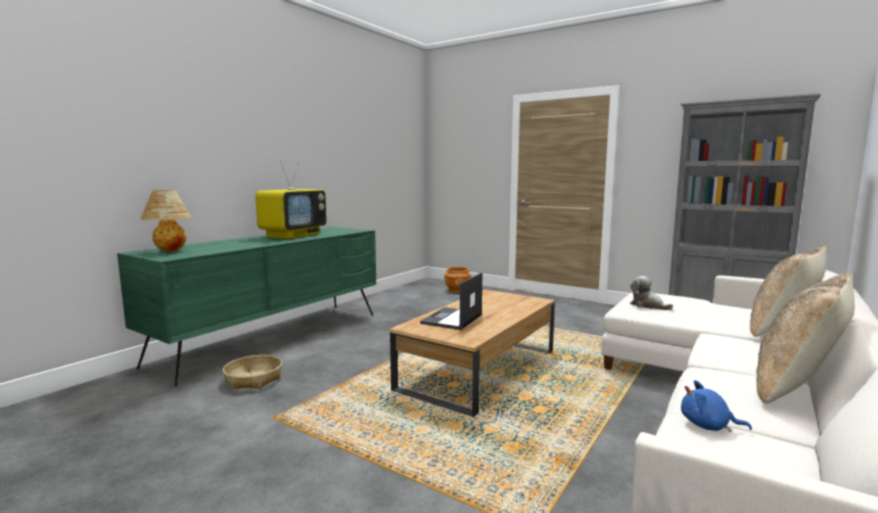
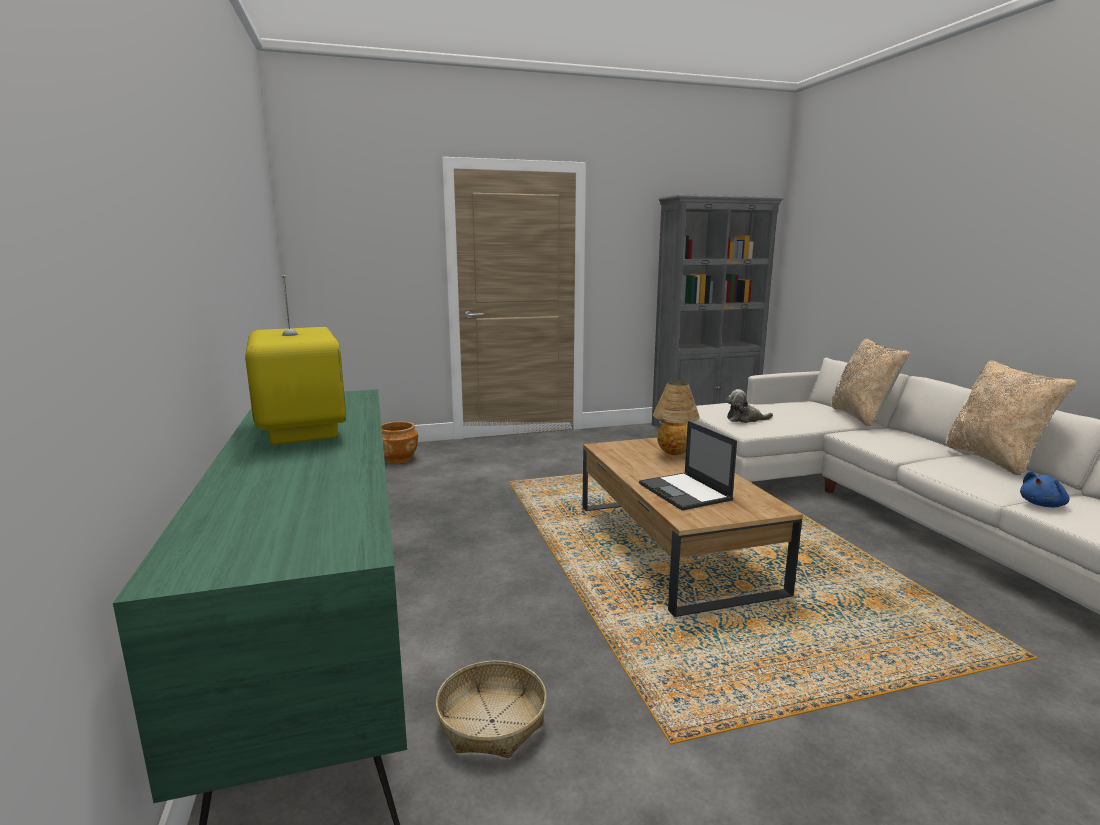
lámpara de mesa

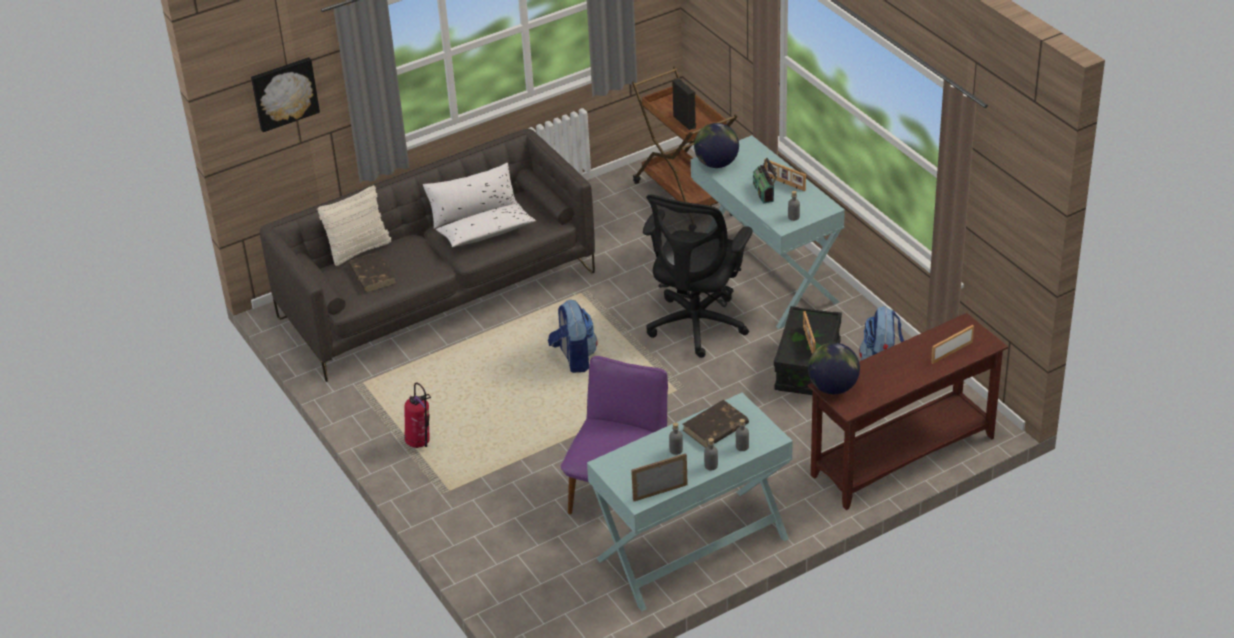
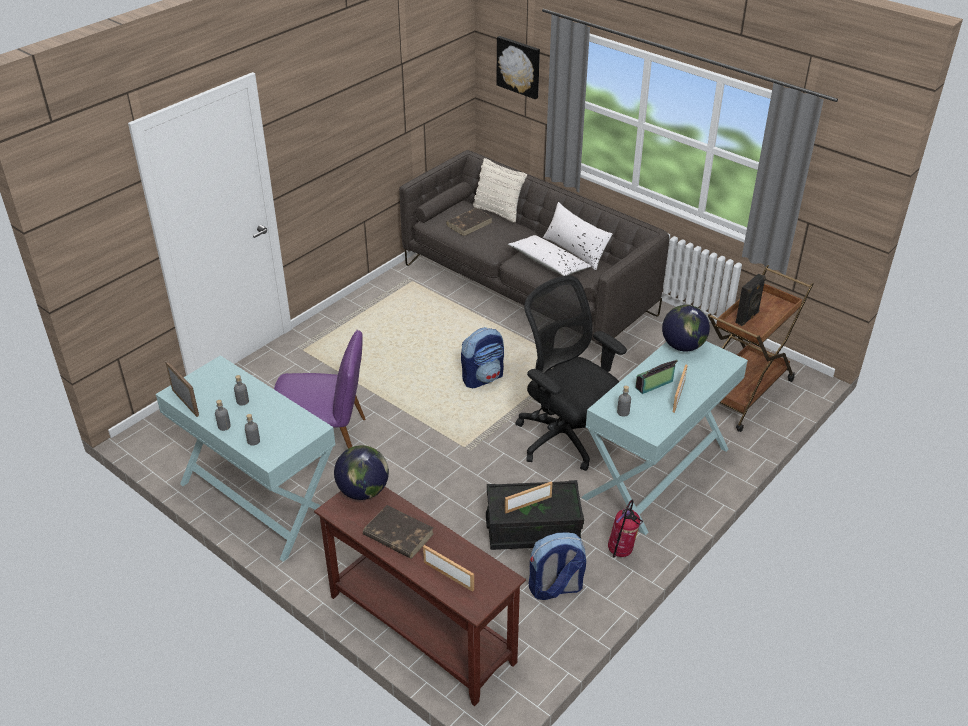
extintor
silla de oficina (negro)
libro (marrón) (1st from left)

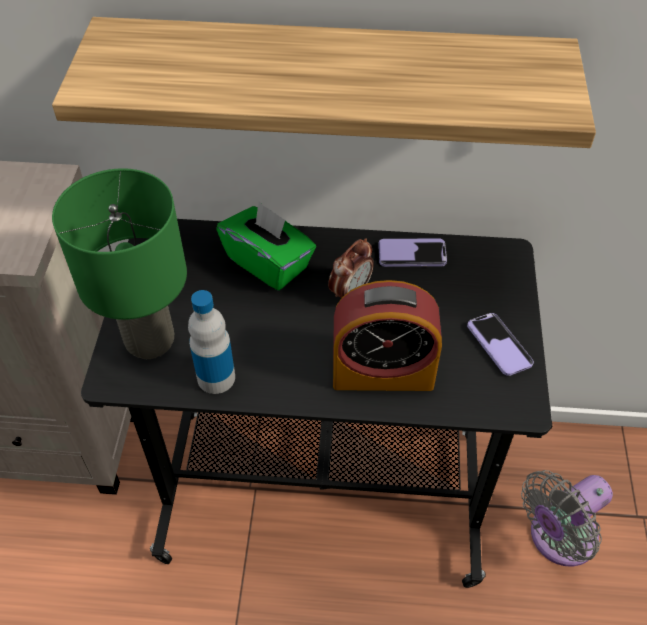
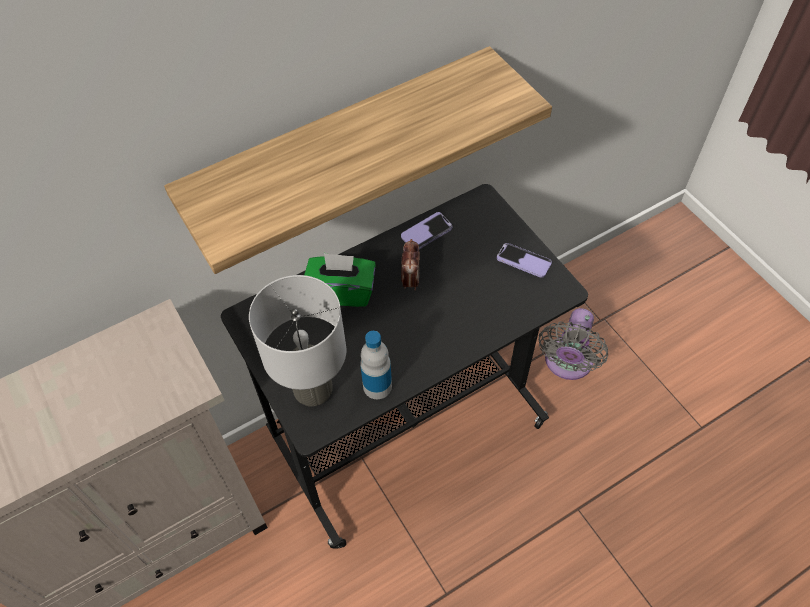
lámpara de mesa (blanco)
despertador (2nd from left in the first image)

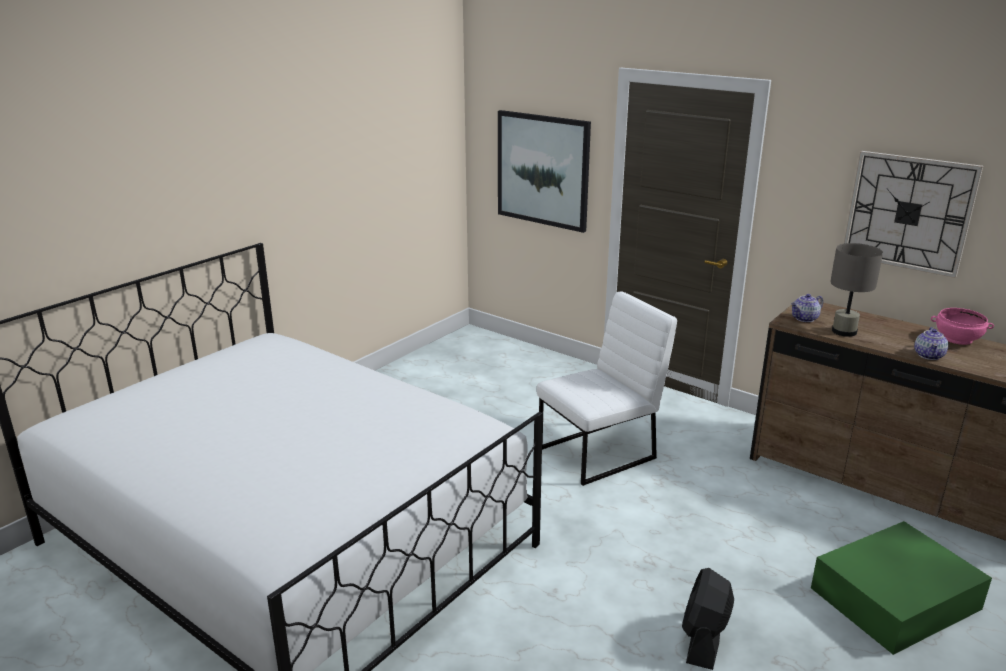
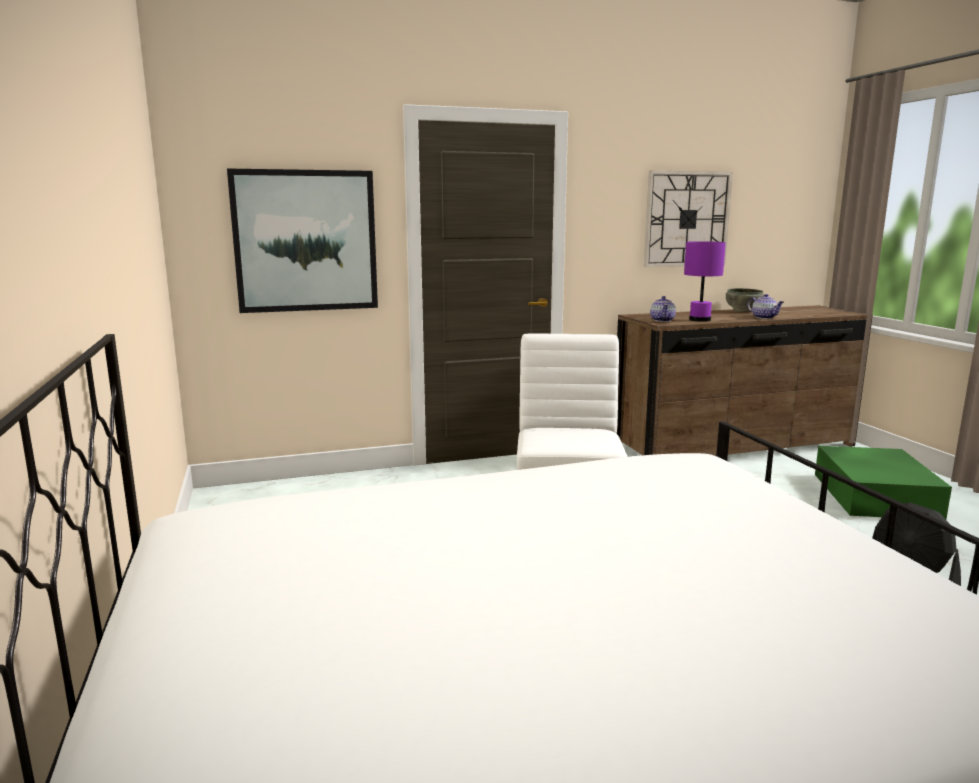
lámpara de mesa (morado)
cuenco (gris)

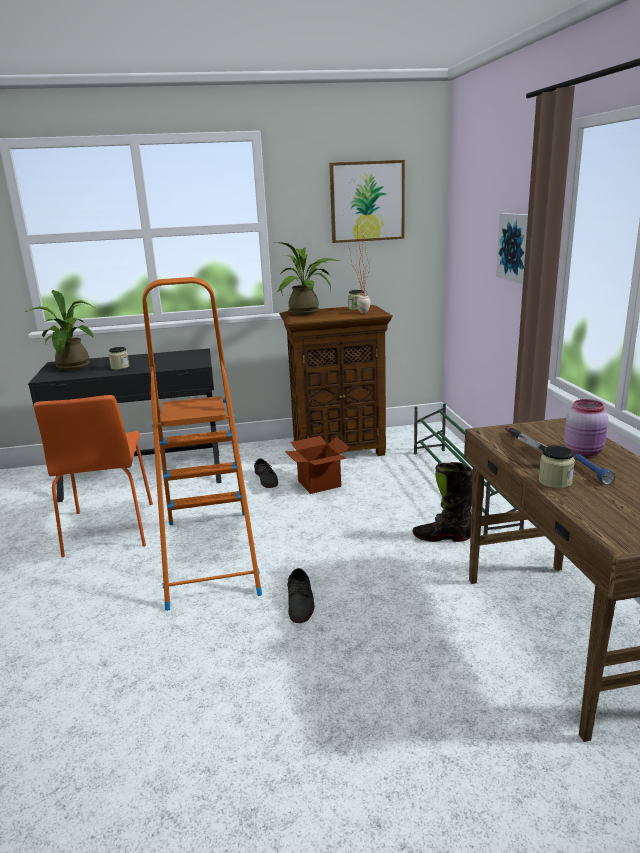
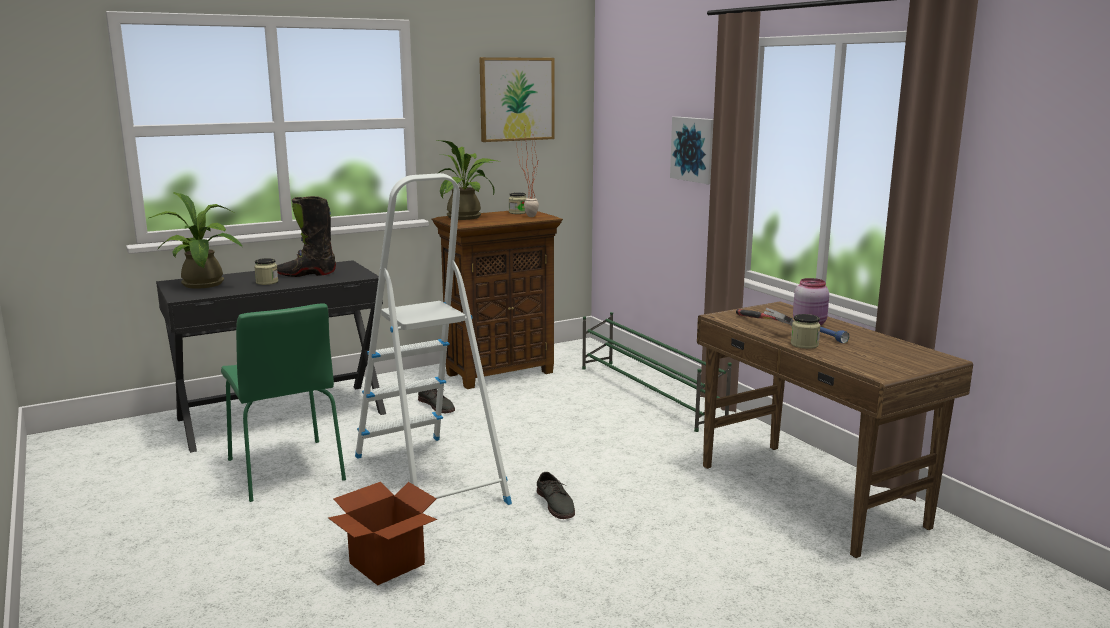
silla (verde)
escalera de tijera (blanco)
caja de cartón
bota (negro)

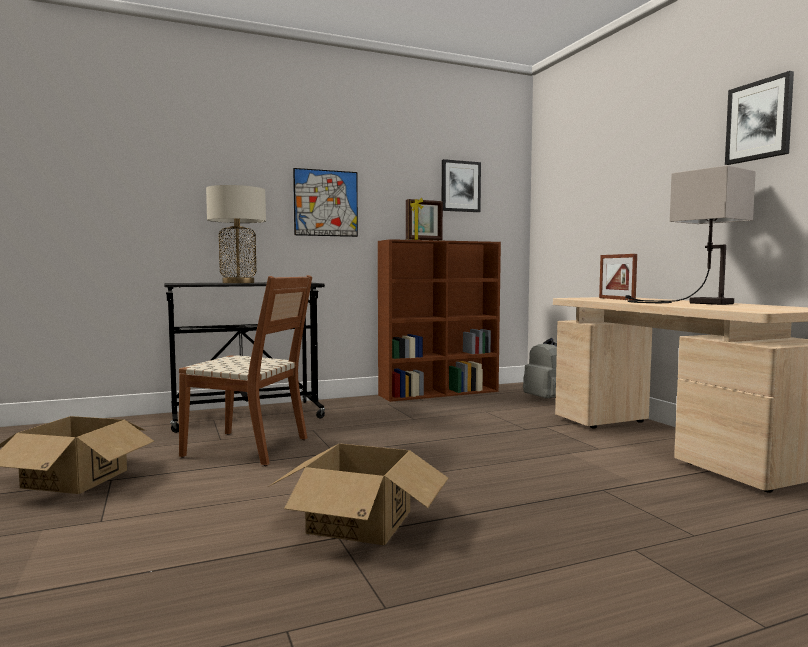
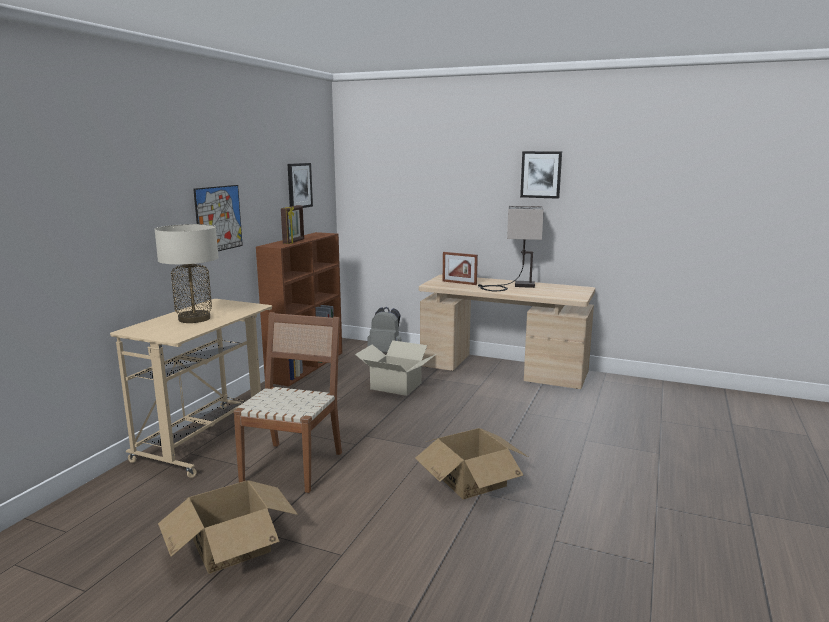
escritorio (beis) (1st from left)
silla
caja de cartón (2nd from left)

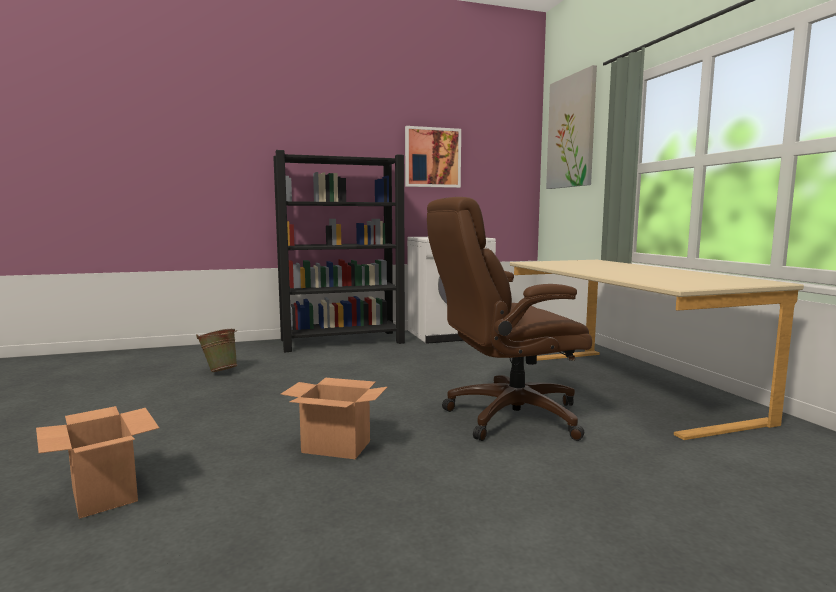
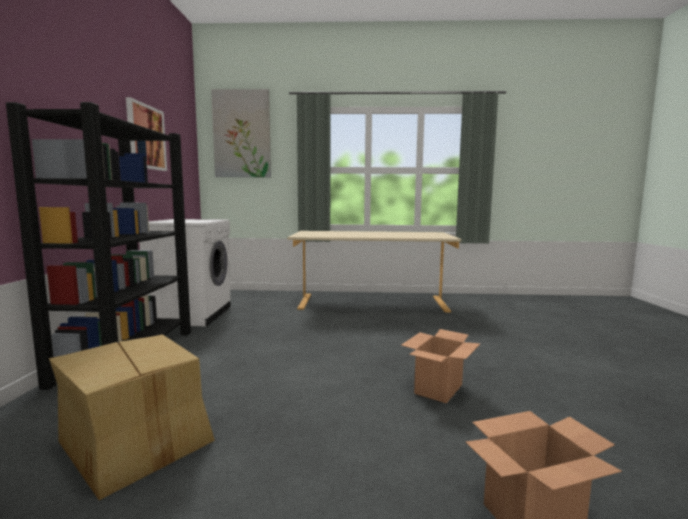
caja de cartón (1st from left)
silla de oficina (marrón)

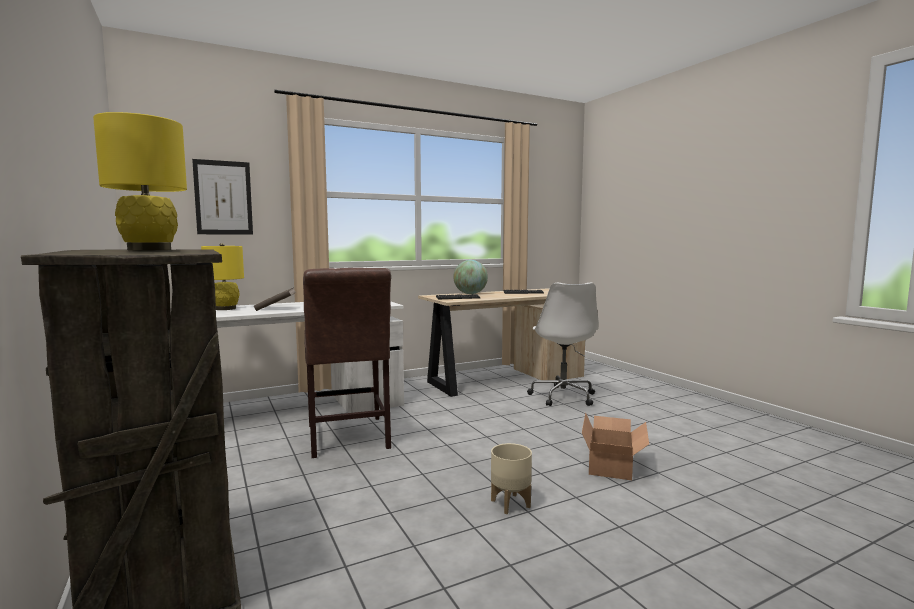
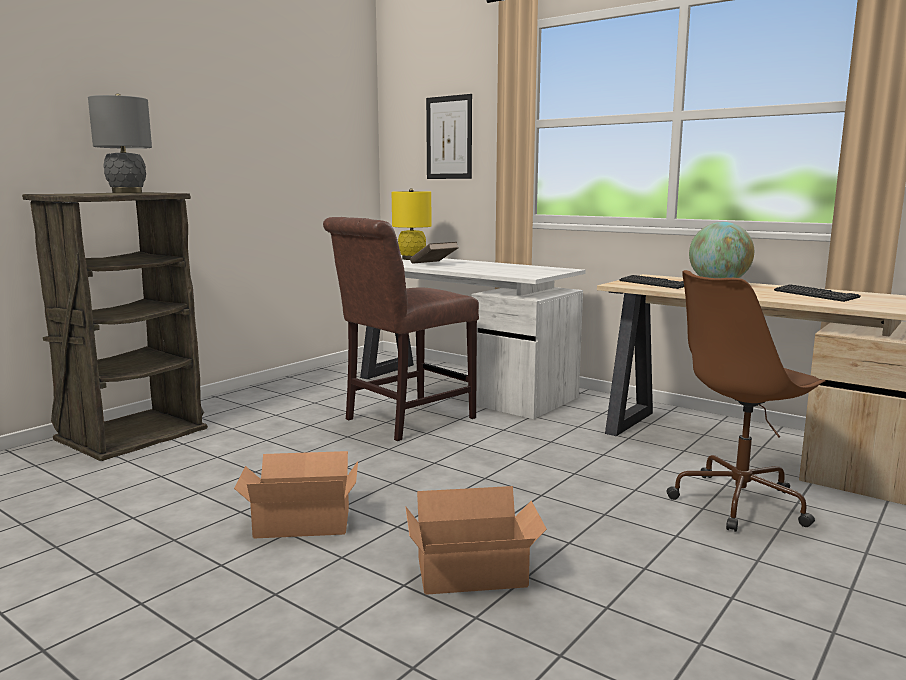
lámpara de mesa (gris)
caja de cartón (1st from left)
silla de oficina (marrón)

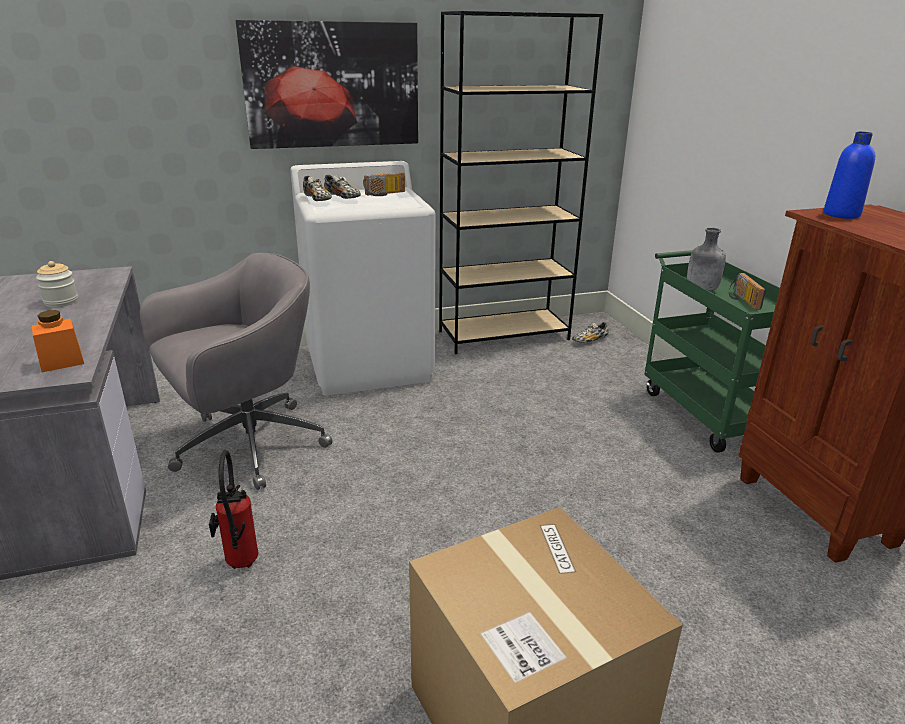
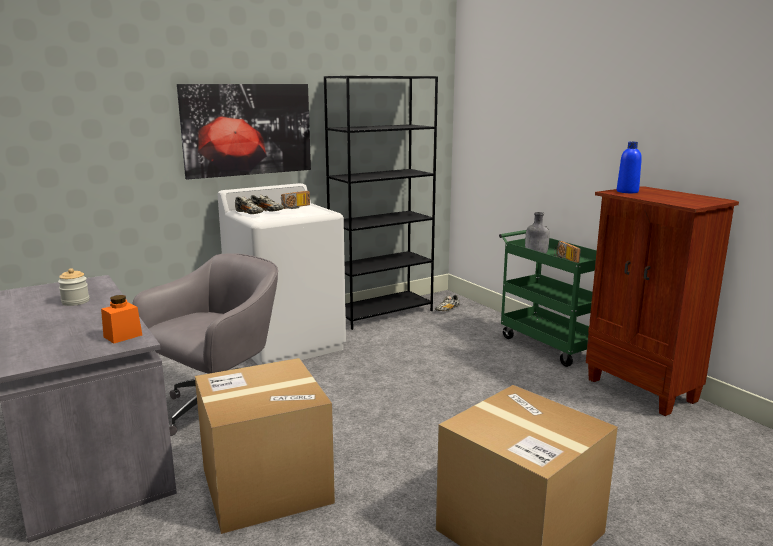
caja de cartón (1st from left)
estantería (negro)

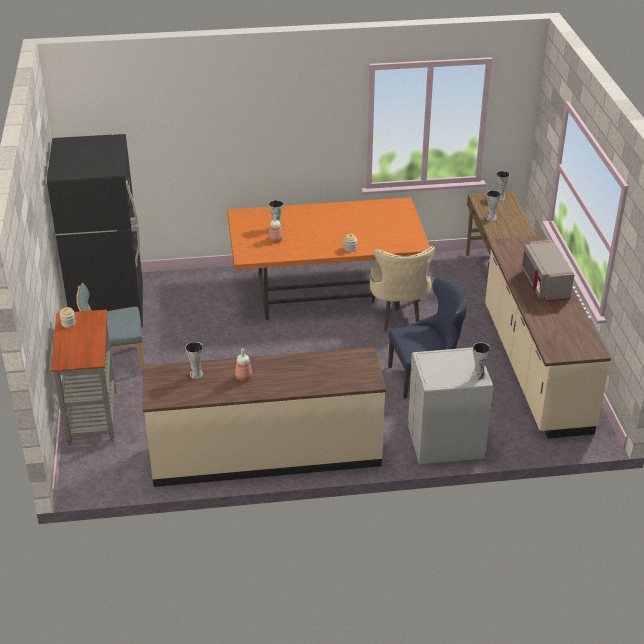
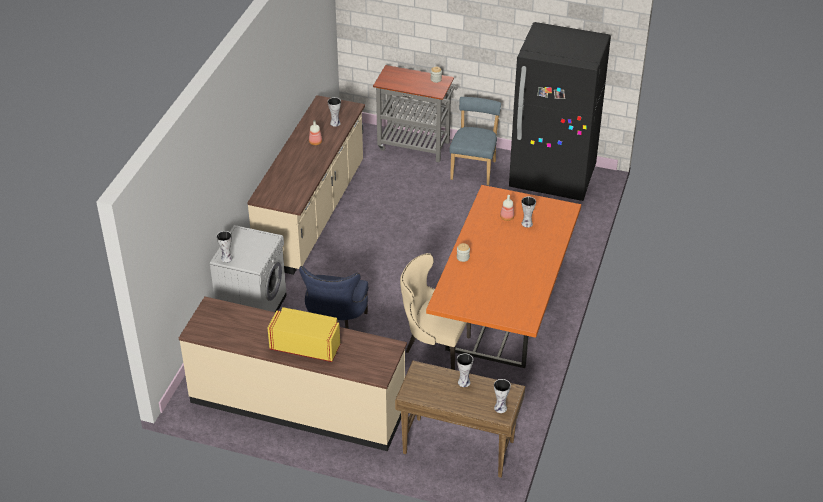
microondas (amarillo)

